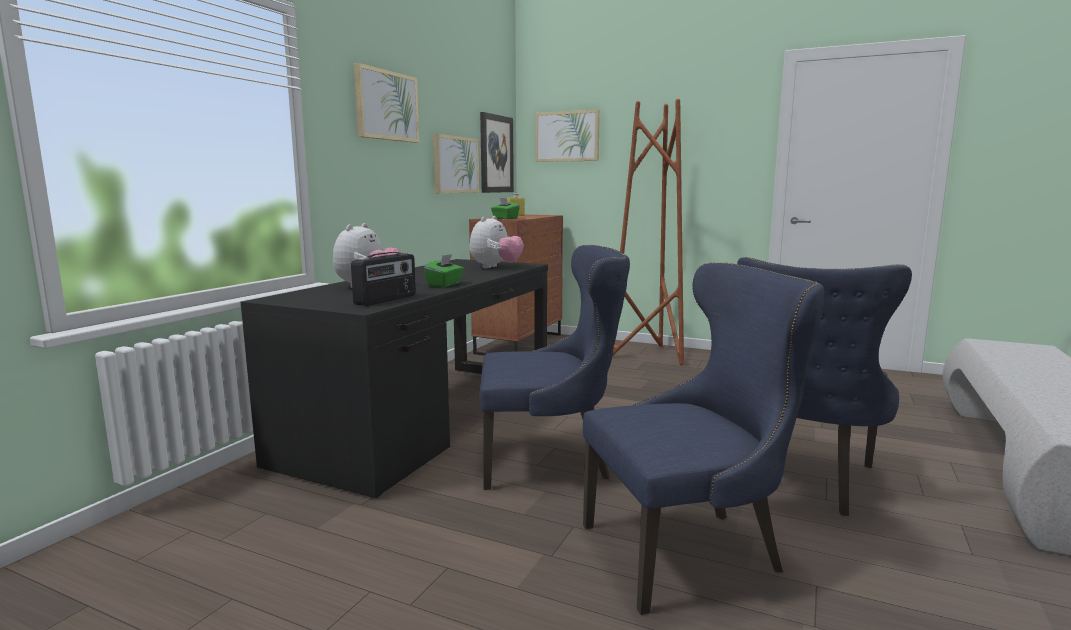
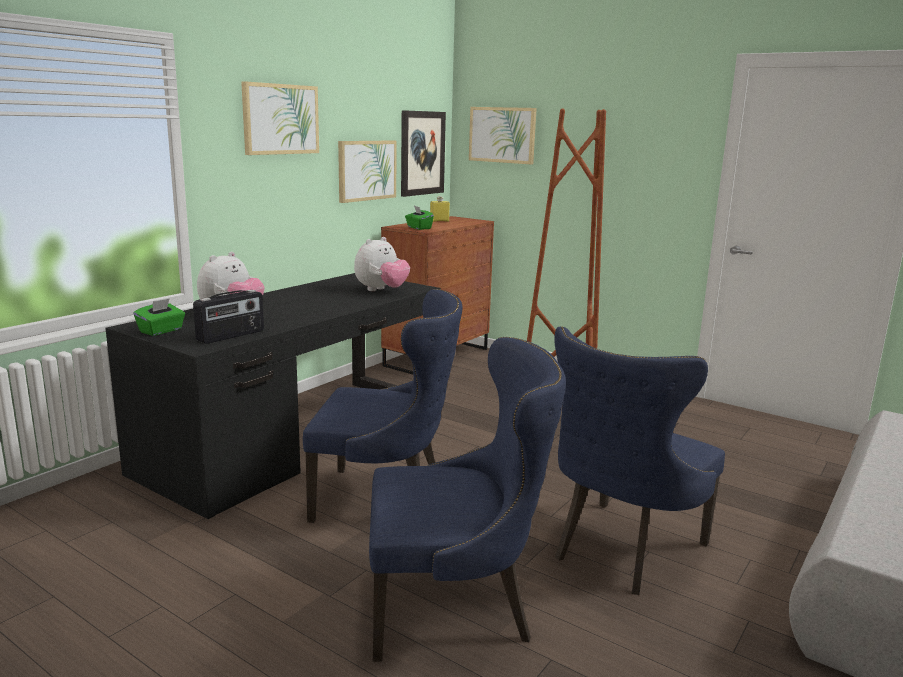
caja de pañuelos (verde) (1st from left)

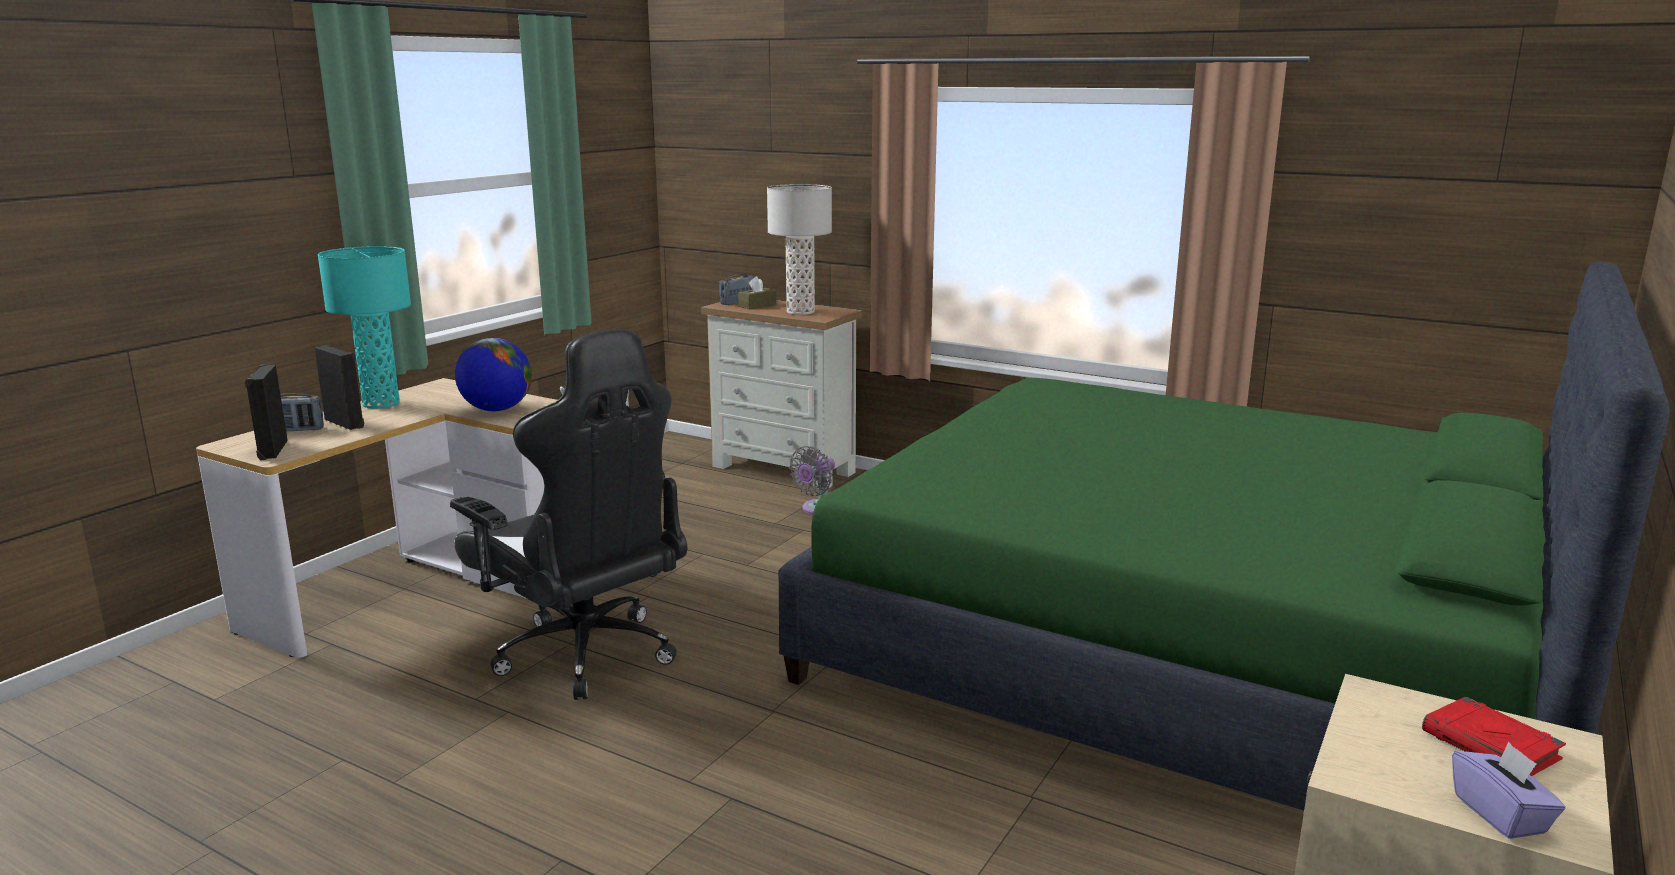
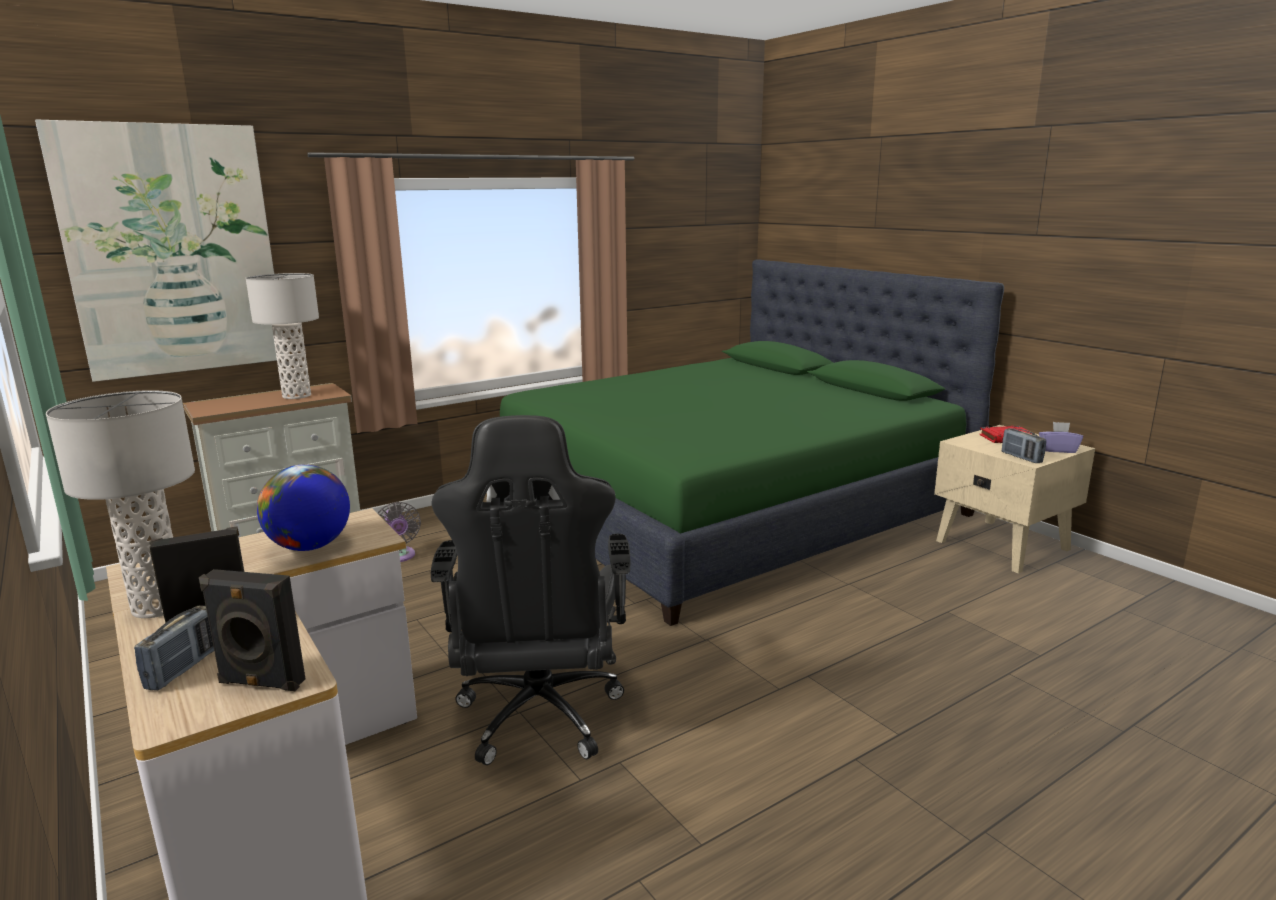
lámpara de mesa (blanco) (1st from left)
silla de oficina (negro)
radio (2nd from left)
caja de pañuelos (marrón)
cuadro

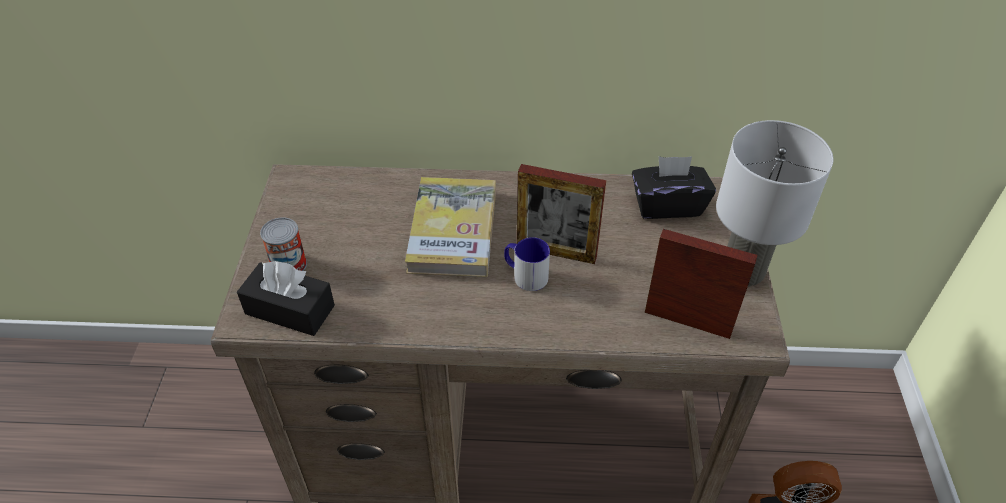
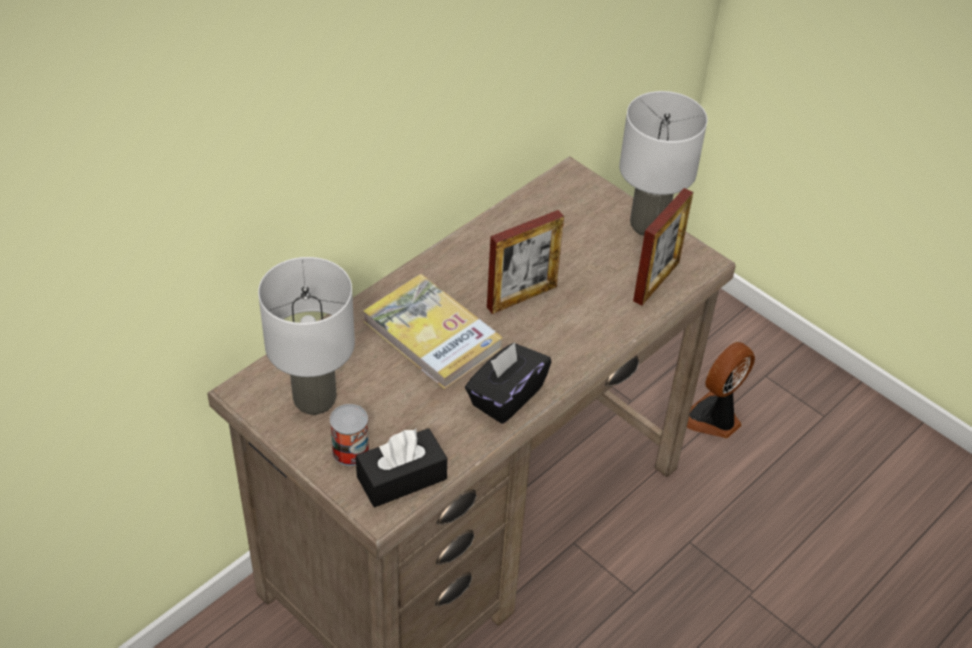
taza grande
caja de pañuelos (negro) (2nd from left)
portarretratos (2nd from left)
lámpara de mesa (blanco) (1st from left)

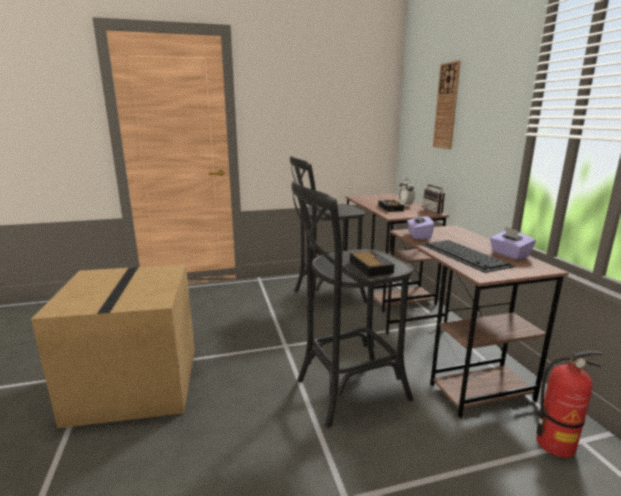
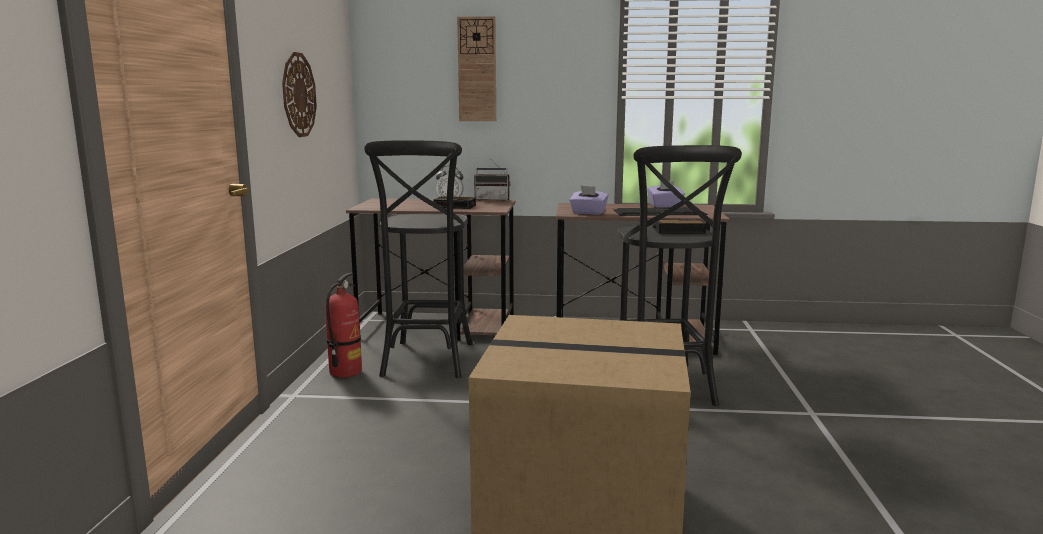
extintor
reloj de pared (1st from left)

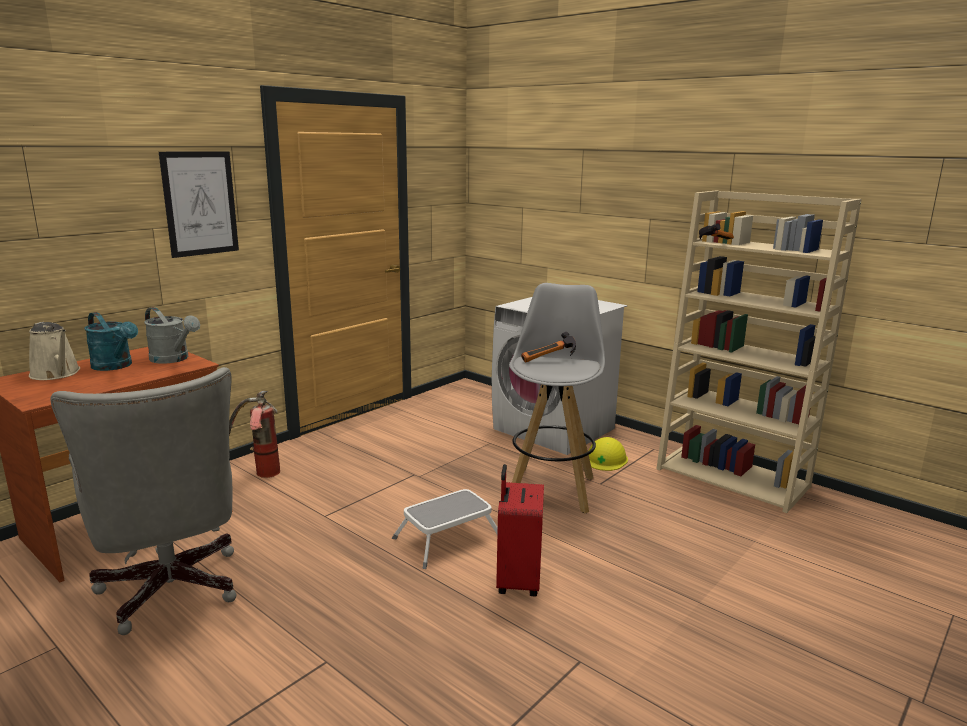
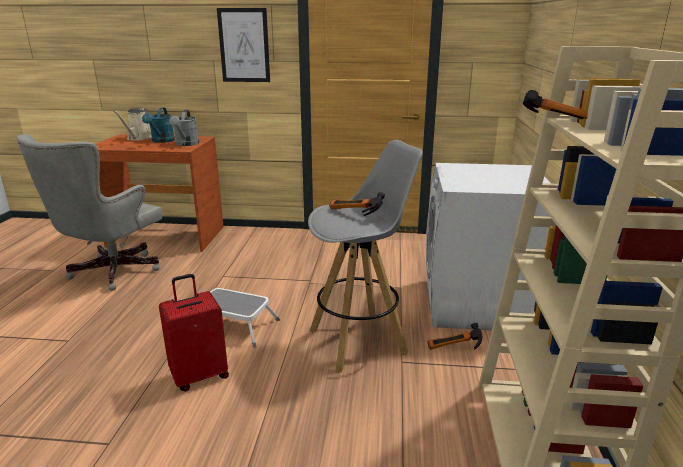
extintor
martillo (2nd from left)

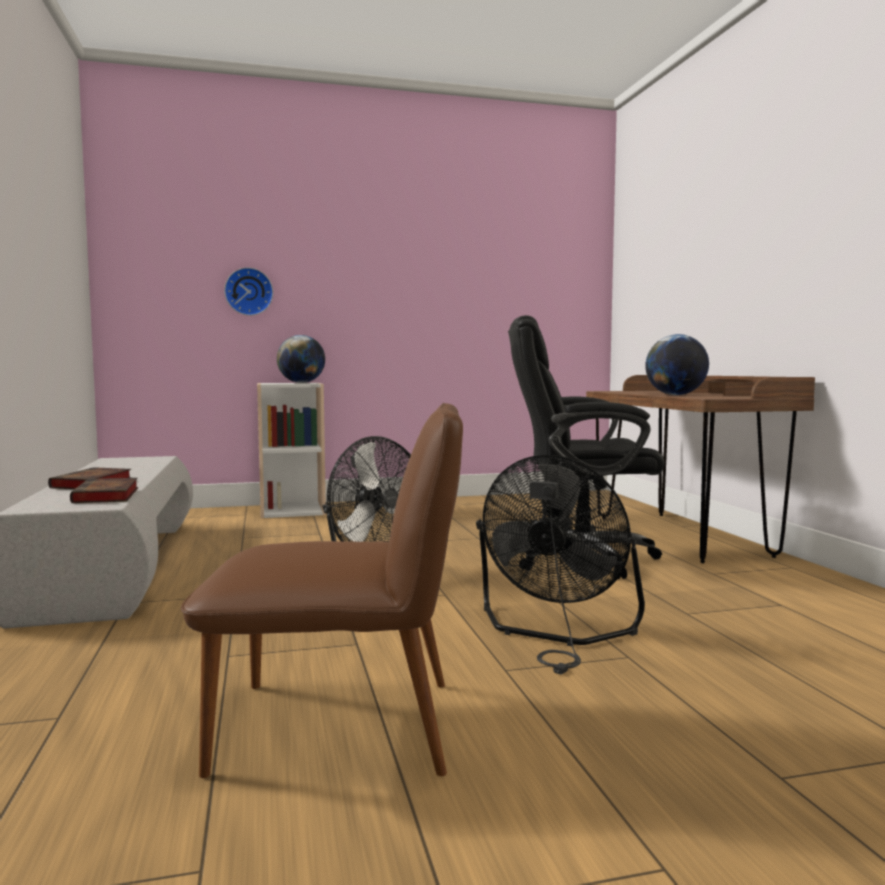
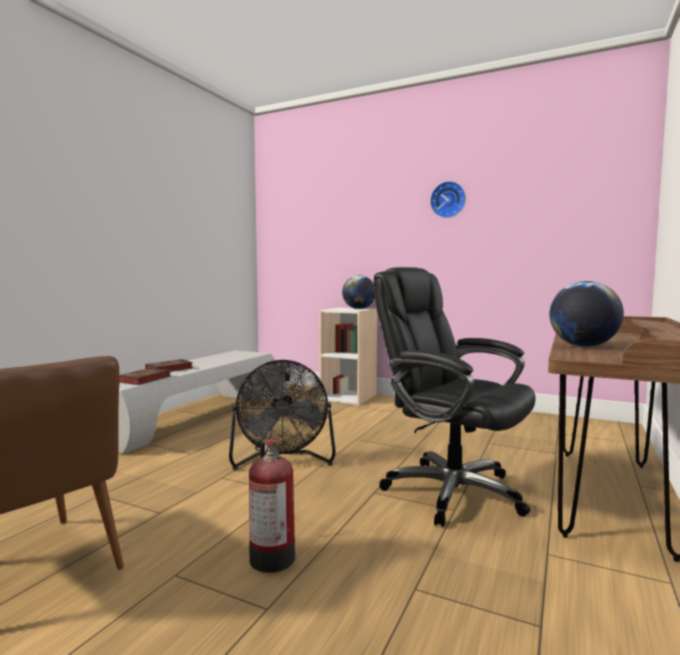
reloj de pared
extintor

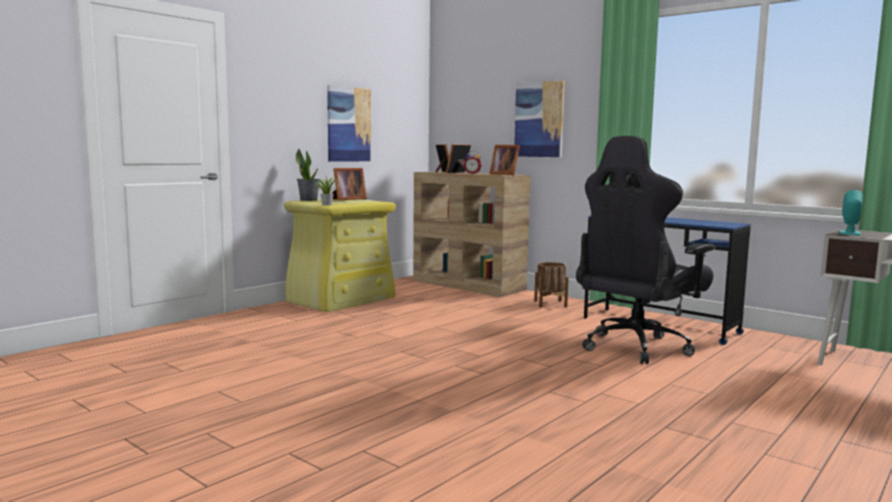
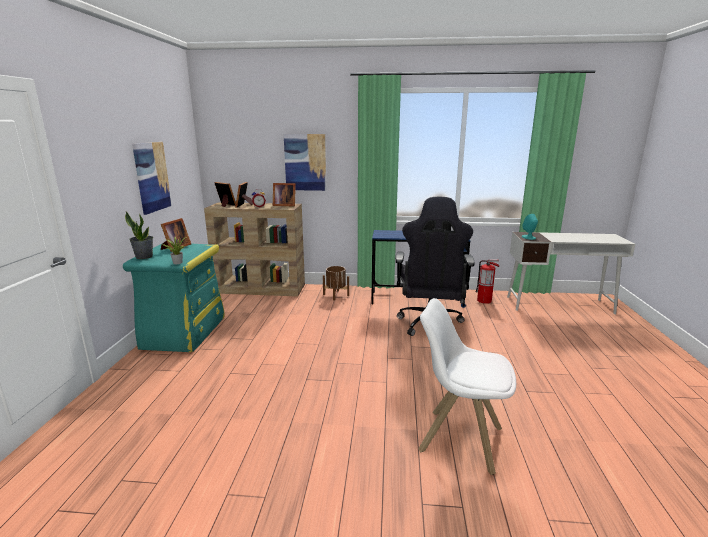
mesita de noche (turquesa)
silla (blanco)
extintor

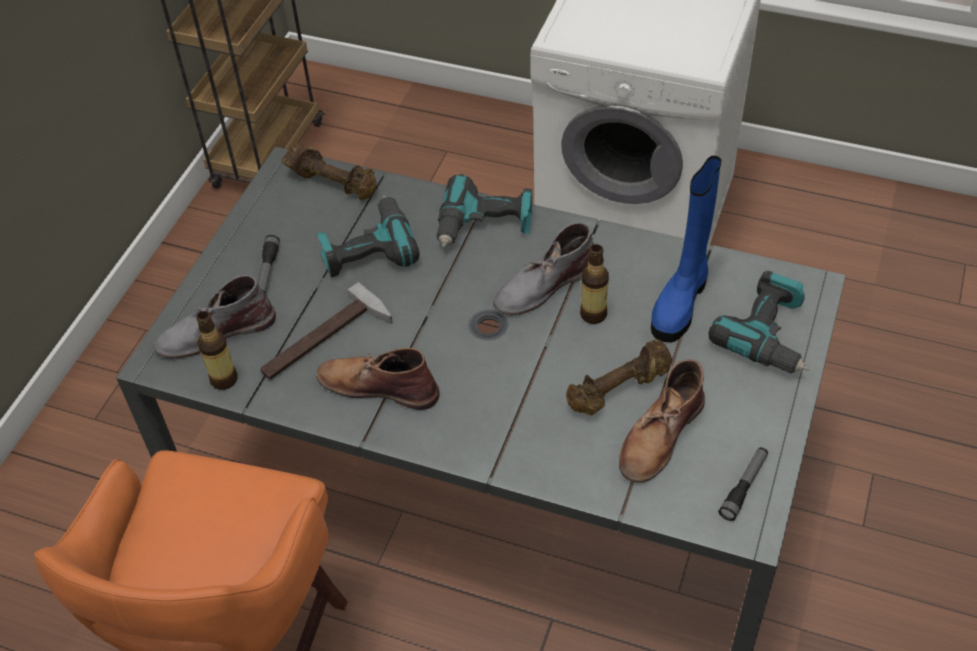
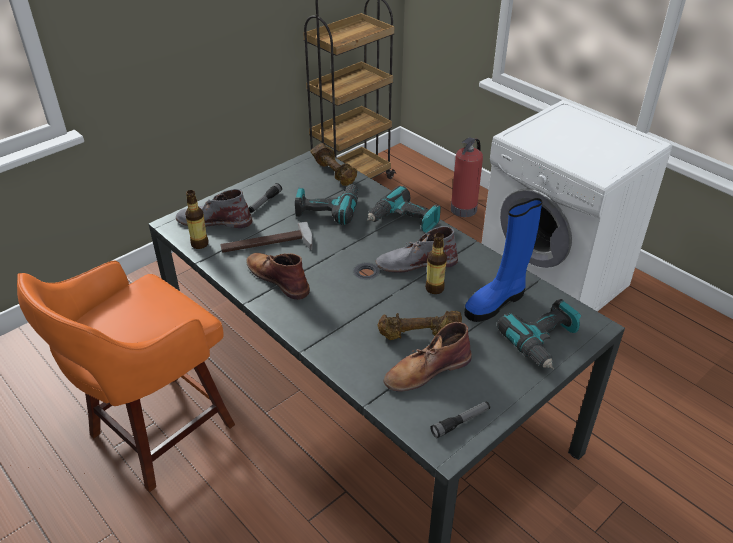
extintor

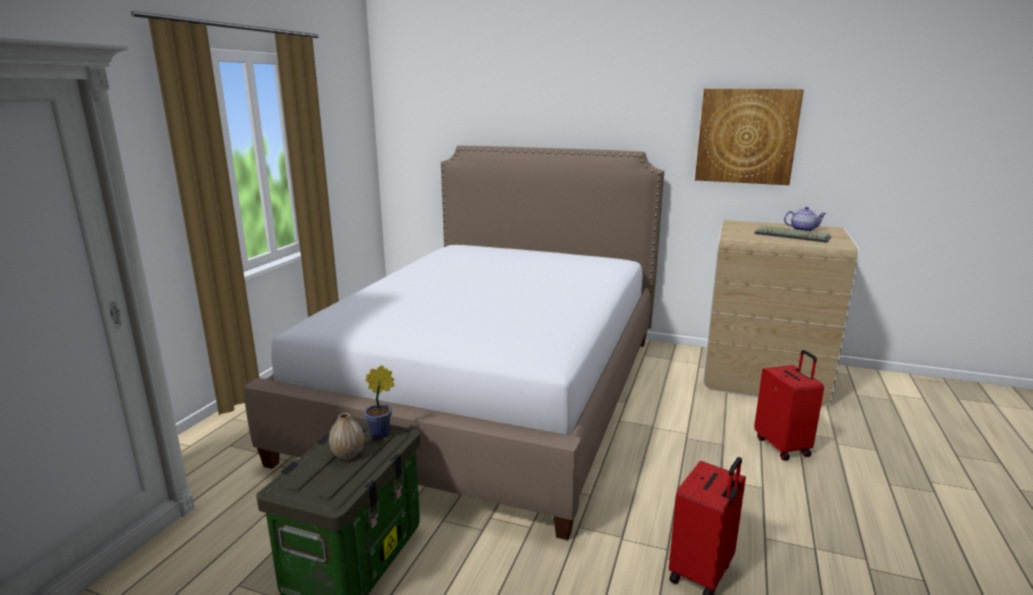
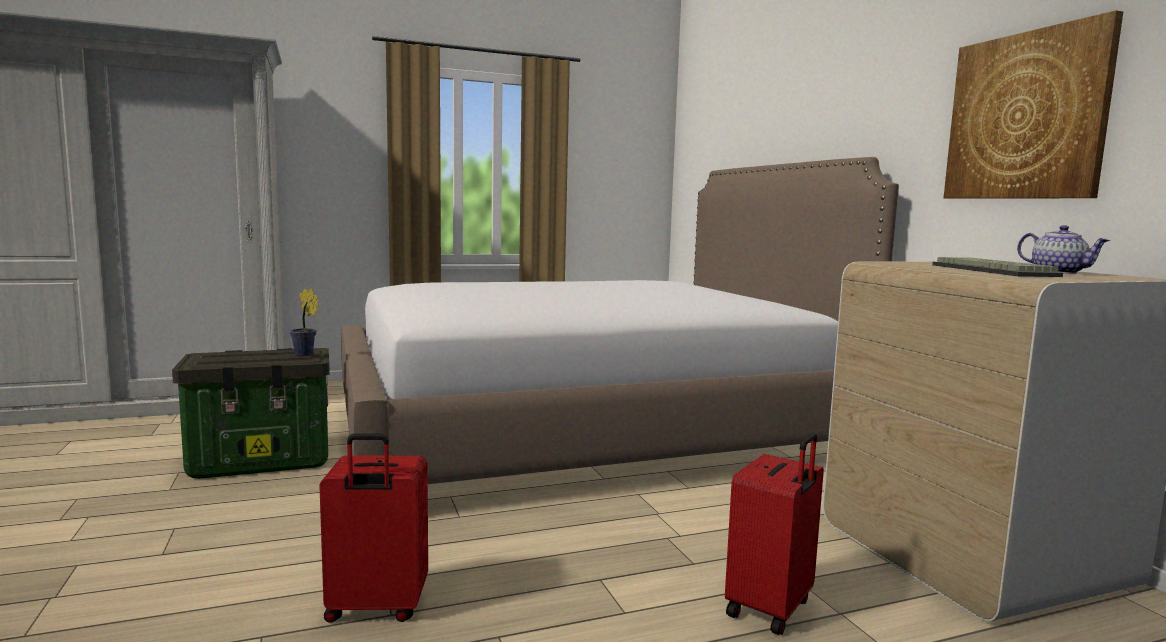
florero

